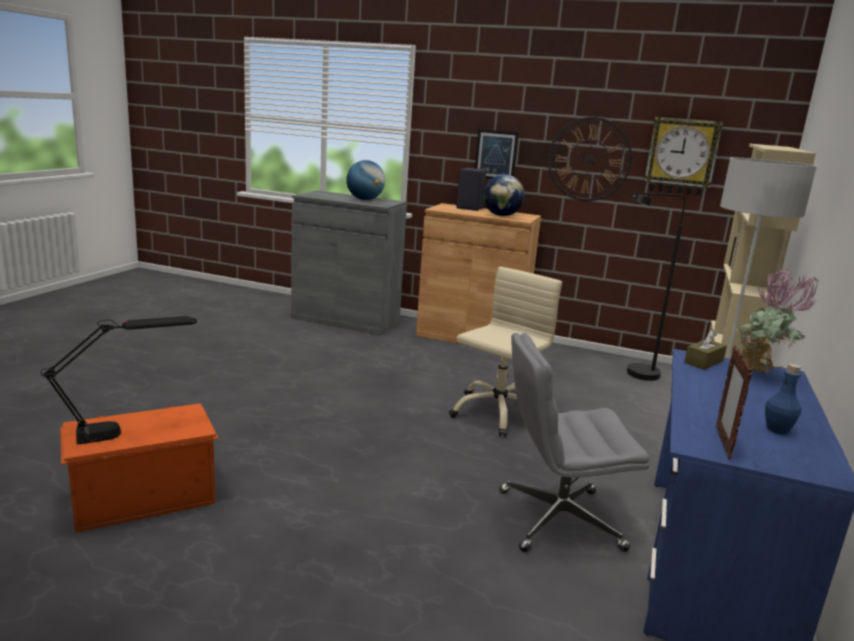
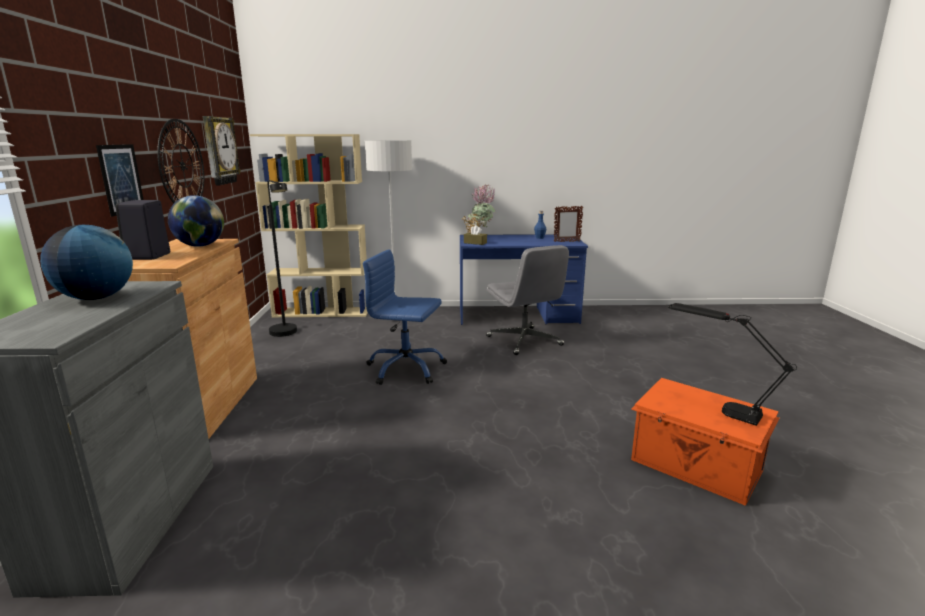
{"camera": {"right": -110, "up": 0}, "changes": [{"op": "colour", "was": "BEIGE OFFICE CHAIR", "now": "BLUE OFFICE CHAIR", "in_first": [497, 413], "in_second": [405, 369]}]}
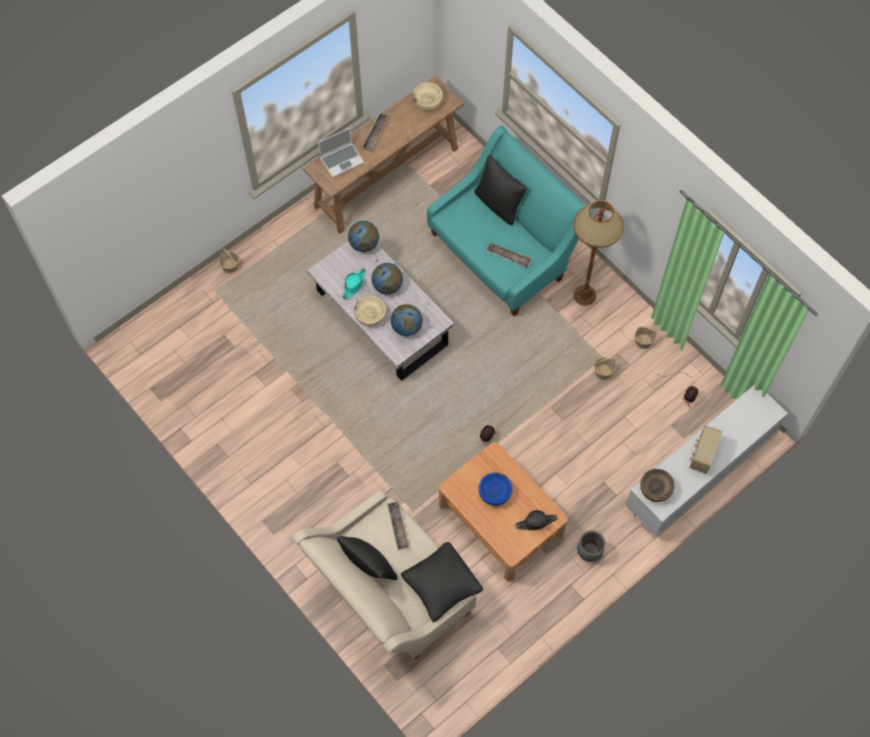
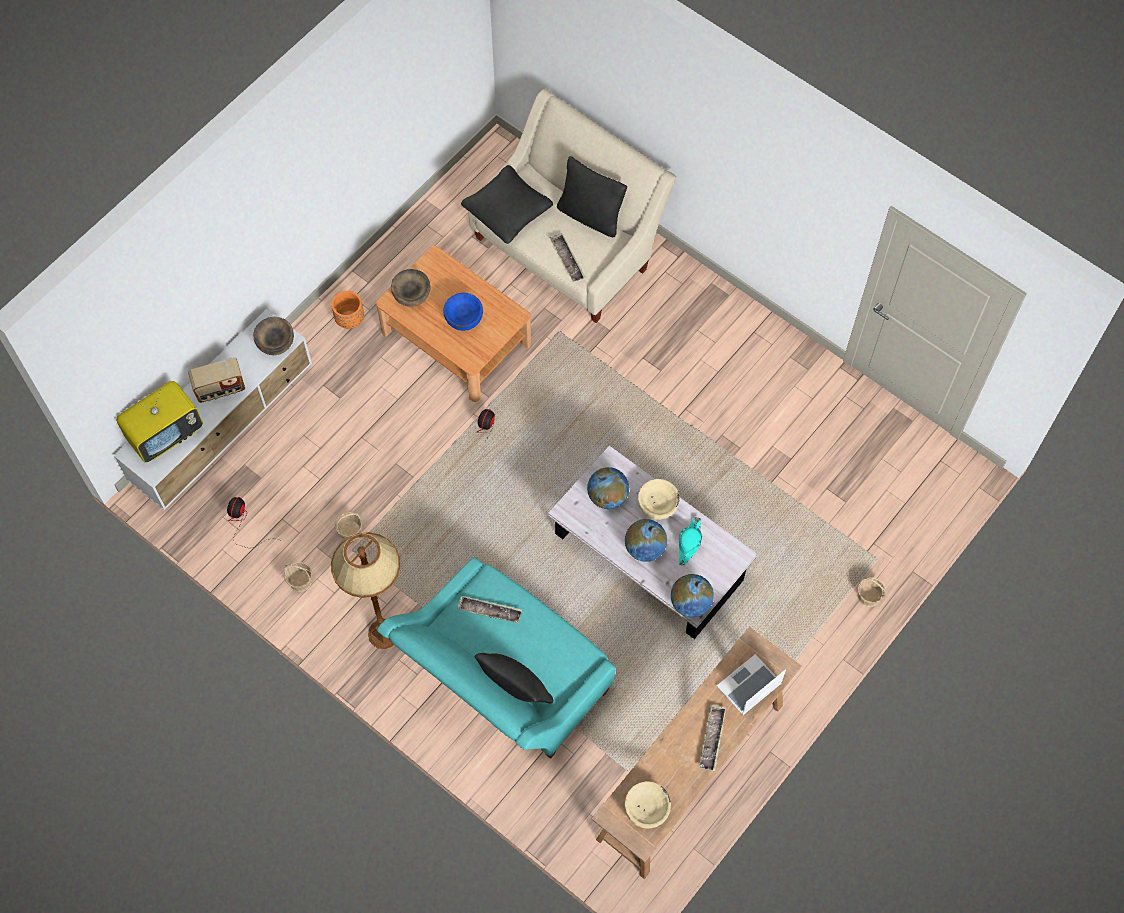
{"camera": {"right": 170, "up": 0}, "changes": [{"op": "appeared", "now": "TELEVISION", "in_second": [166, 434]}, {"op": "exchanged", "was": "BLACK HAT", "now": "BROWN BOWL", "in_first": [536, 522], "in_second": [411, 294]}, {"op": "colour", "was": "GREY PLANTER", "now": "ORANGE PLANTER", "in_first": [589, 551], "in_second": [350, 319]}, {"op": "spun", "was": "RADIO", "in_first": [702, 455], "in_second": [220, 389], "clockwise": 60}]}
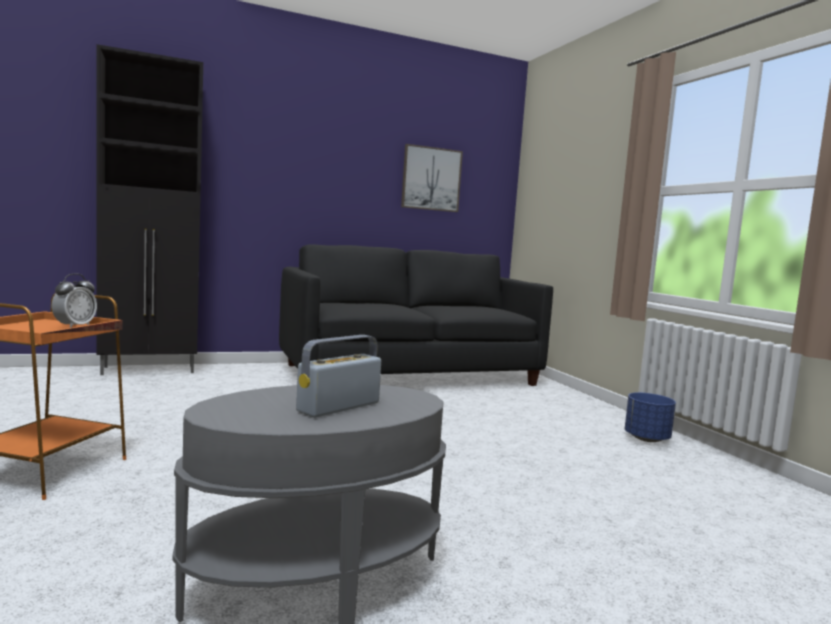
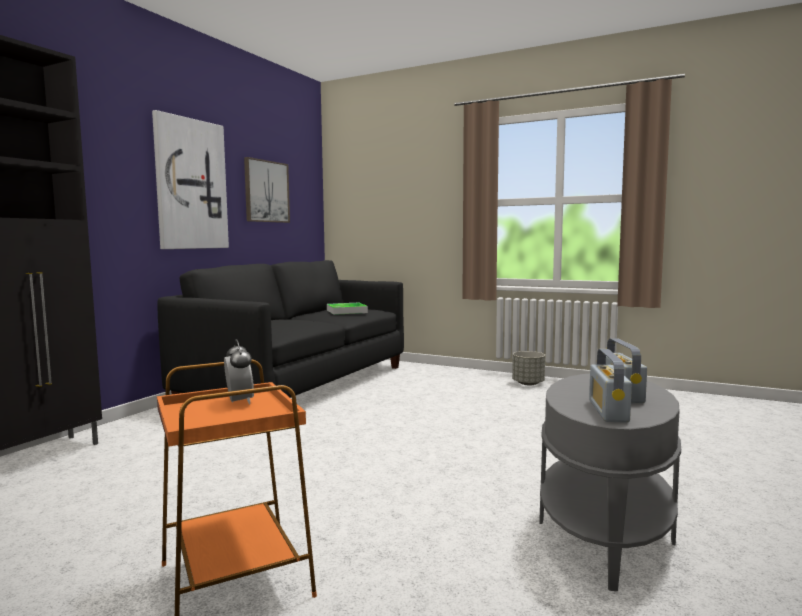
{"camera": {"right": -40, "up": 0}, "changes": [{"op": "appeared", "now": "PICTURE", "in_second": [190, 184]}, {"op": "appeared", "now": "TRAY", "in_second": [346, 311]}, {"op": "appeared", "now": "RADIO", "in_second": [608, 411]}, {"op": "colour", "was": "BLUE PLANTER", "now": "GREY PLANTER", "in_first": [646, 438], "in_second": [528, 383]}]}
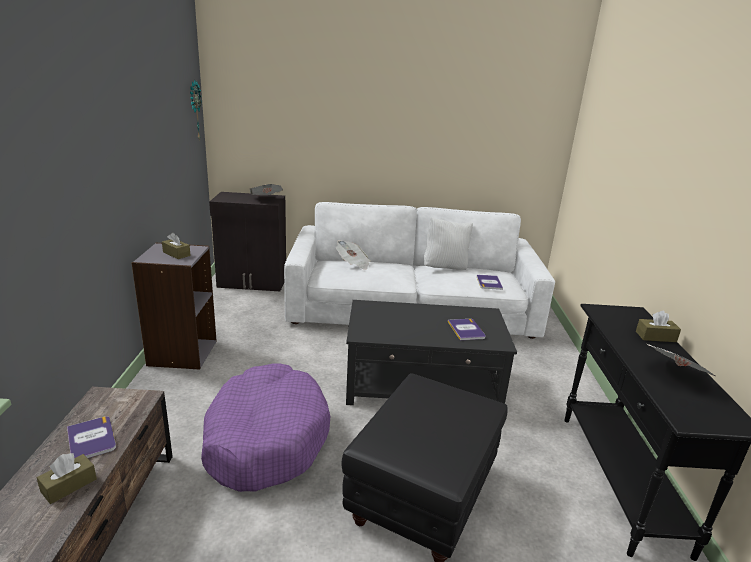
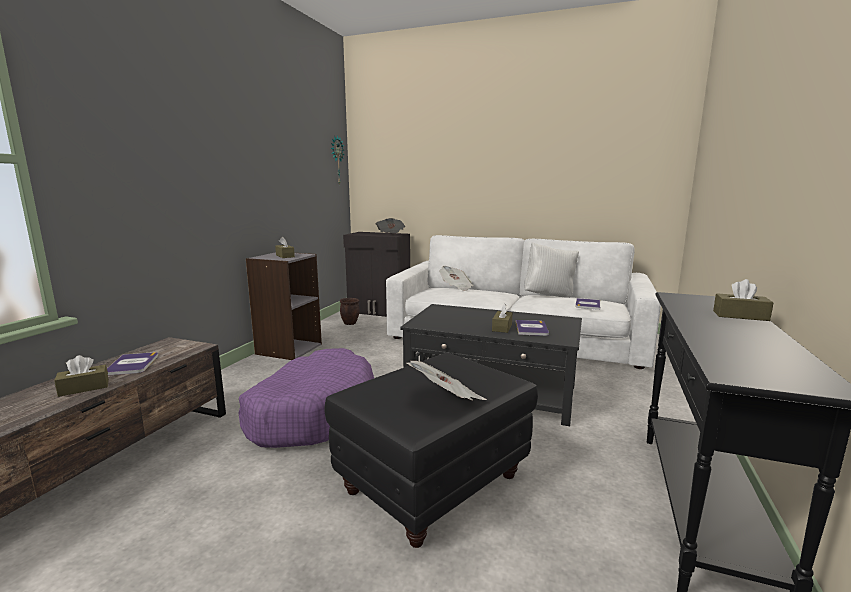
{"camera": {"right": 20, "up": -10}, "changes": [{"op": "appeared", "now": "BROWN PLANTER", "in_second": [350, 323]}, {"op": "appeared", "now": "BROWN TISSUE BOX", "in_second": [502, 327]}, {"op": "relocated", "was": "NEWSPAPER", "in_first": [677, 375], "in_second": [446, 400]}]}
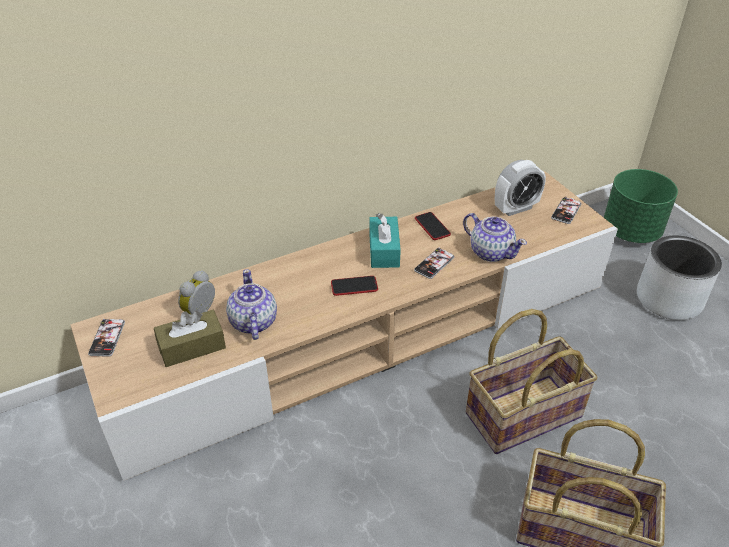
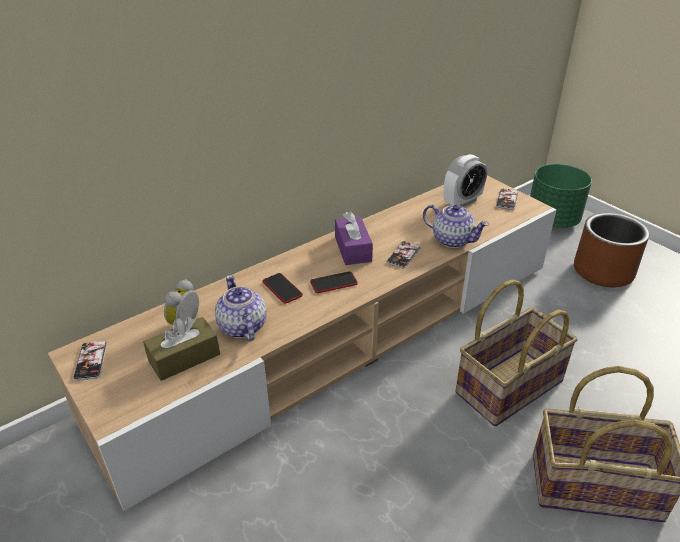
{"camera": {"right": -10, "up": -5}, "changes": [{"op": "relocated", "was": "PHONE", "in_first": [432, 226], "in_second": [282, 289]}, {"op": "colour", "was": "TURQUOISE TISSUE BOX", "now": "PURPLE TISSUE BOX", "in_first": [384, 250], "in_second": [353, 249]}, {"op": "colour", "was": "GREY PLANTER", "now": "BROWN PLANTER", "in_first": [669, 299], "in_second": [603, 271]}]}
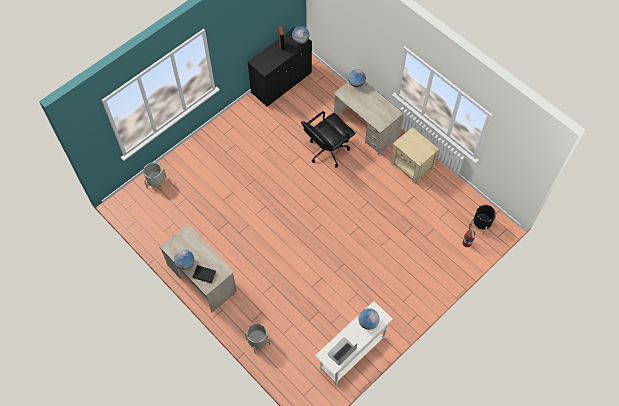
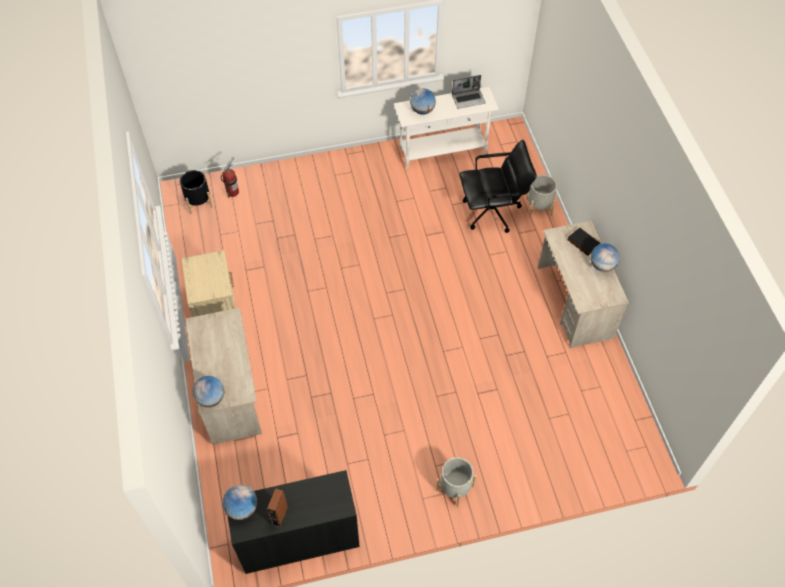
{"camera": {"right": -150, "up": -5}, "changes": [{"op": "relocated", "was": "GREY PLANTER", "in_first": [156, 182], "in_second": [455, 488]}, {"op": "relocated", "was": "BLACK OFFICE CHAIR", "in_first": [327, 150], "in_second": [492, 212]}]}
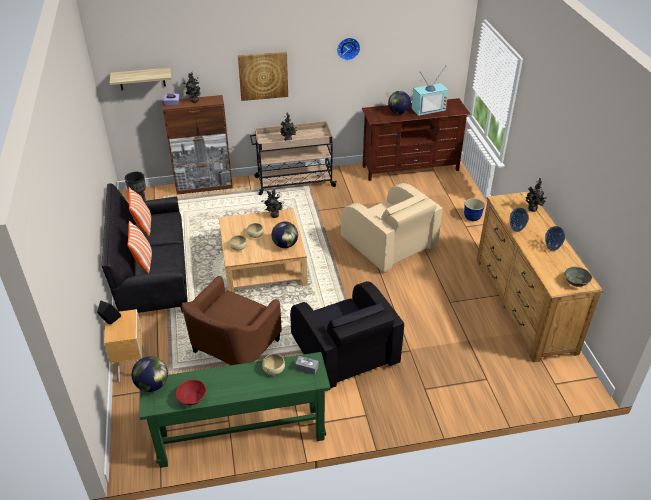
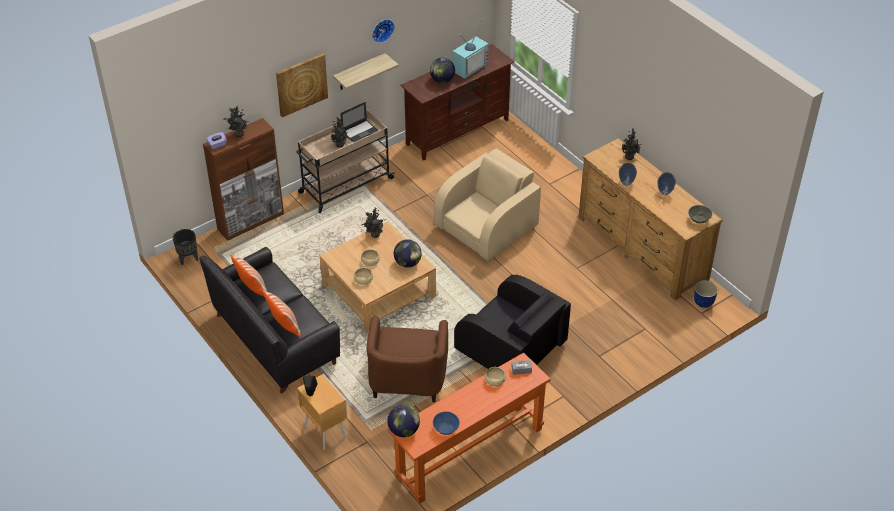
{"camera": {"right": -25, "up": 5}, "changes": [{"op": "appeared", "now": "LAPTOP", "in_second": [360, 132]}, {"op": "relocated", "was": "SHELF", "in_first": [142, 79], "in_second": [359, 72]}, {"op": "relocated", "was": "PLANTER", "in_first": [472, 217], "in_second": [703, 302]}, {"op": "colour", "was": "GREEN CONSOLE TABLE", "now": "ORANGE CONSOLE TABLE", "in_first": [241, 436], "in_second": [469, 452]}, {"op": "colour", "was": "RED BOWL", "now": "BLUE BOWL", "in_first": [192, 398], "in_second": [445, 429]}, {"op": "spun", "was": "BEIGE ARMCHAIR", "in_first": [388, 244], "in_second": [487, 227], "clockwise": -75}]}
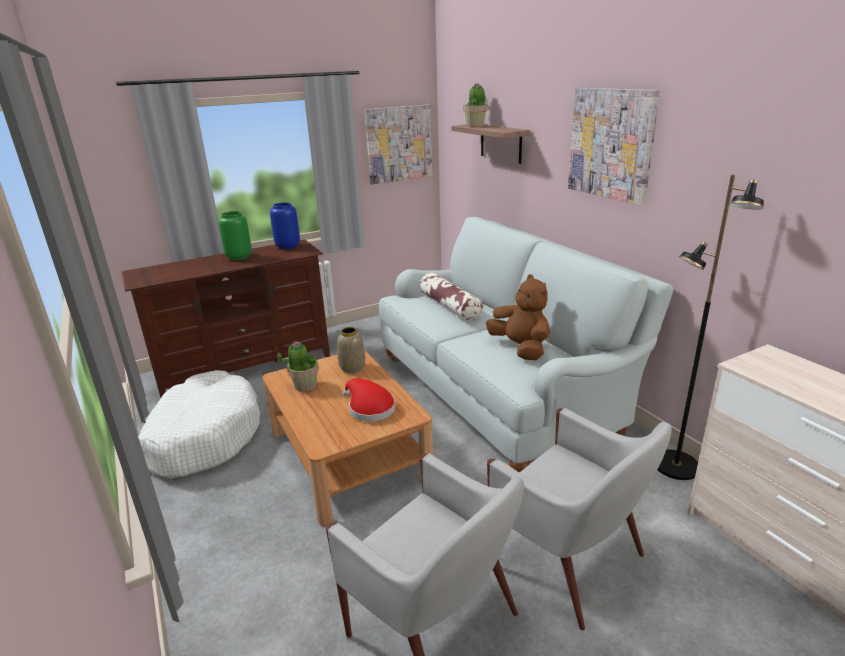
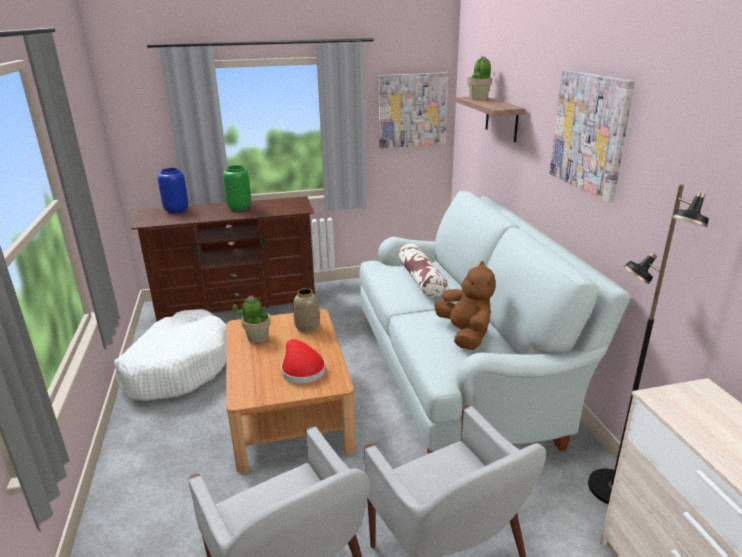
{"camera": {"right": 15, "up": 0}, "changes": [{"op": "relocated", "was": "BLUE VASE", "in_first": [287, 246], "in_second": [176, 210]}]}
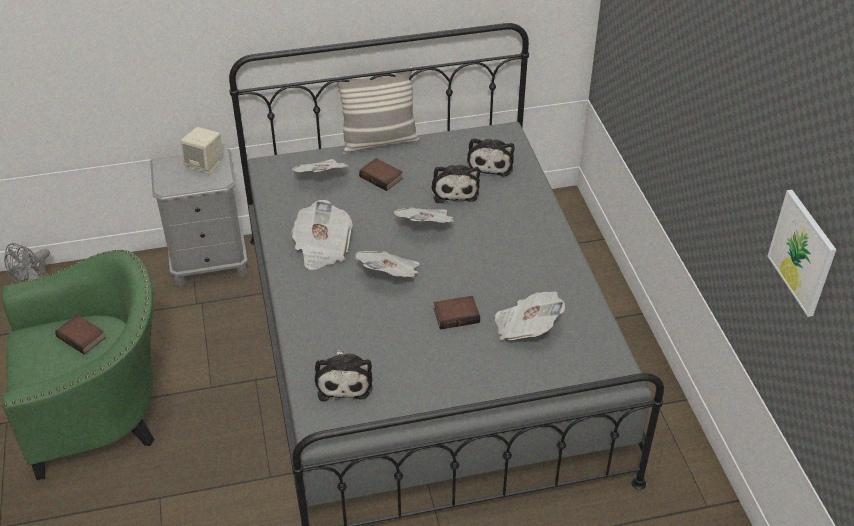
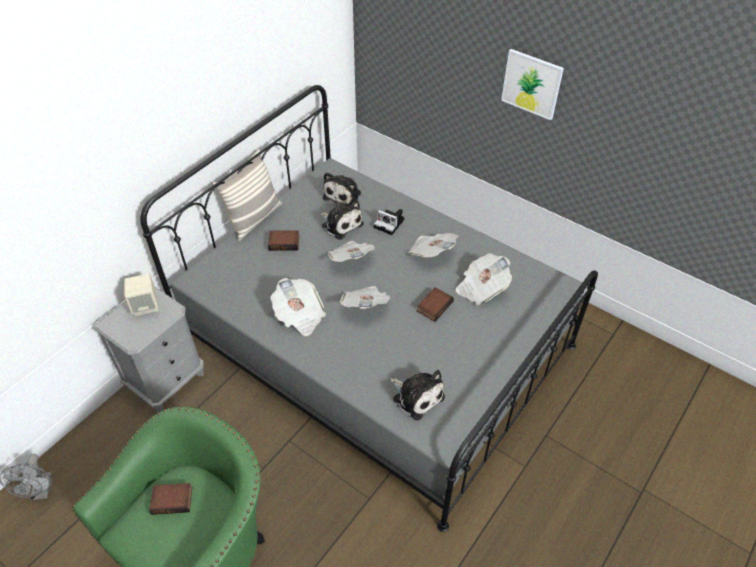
{"camera": {"right": -40, "up": 5}, "changes": [{"op": "appeared", "now": "PHOTO CAMERA", "in_second": [390, 224]}, {"op": "relocated", "was": "NEWSPAPER", "in_first": [322, 178], "in_second": [431, 253]}, {"op": "relocated", "was": "PICTURE", "in_first": [802, 252], "in_second": [531, 84]}, {"op": "spun", "was": "PLUSH TOY", "in_first": [490, 163], "in_second": [344, 194], "clockwise": 60}]}
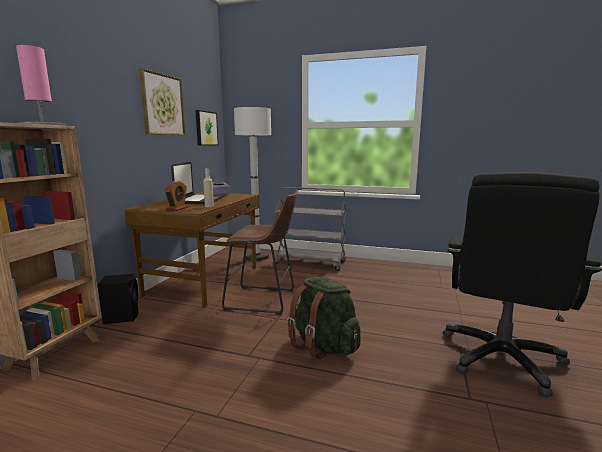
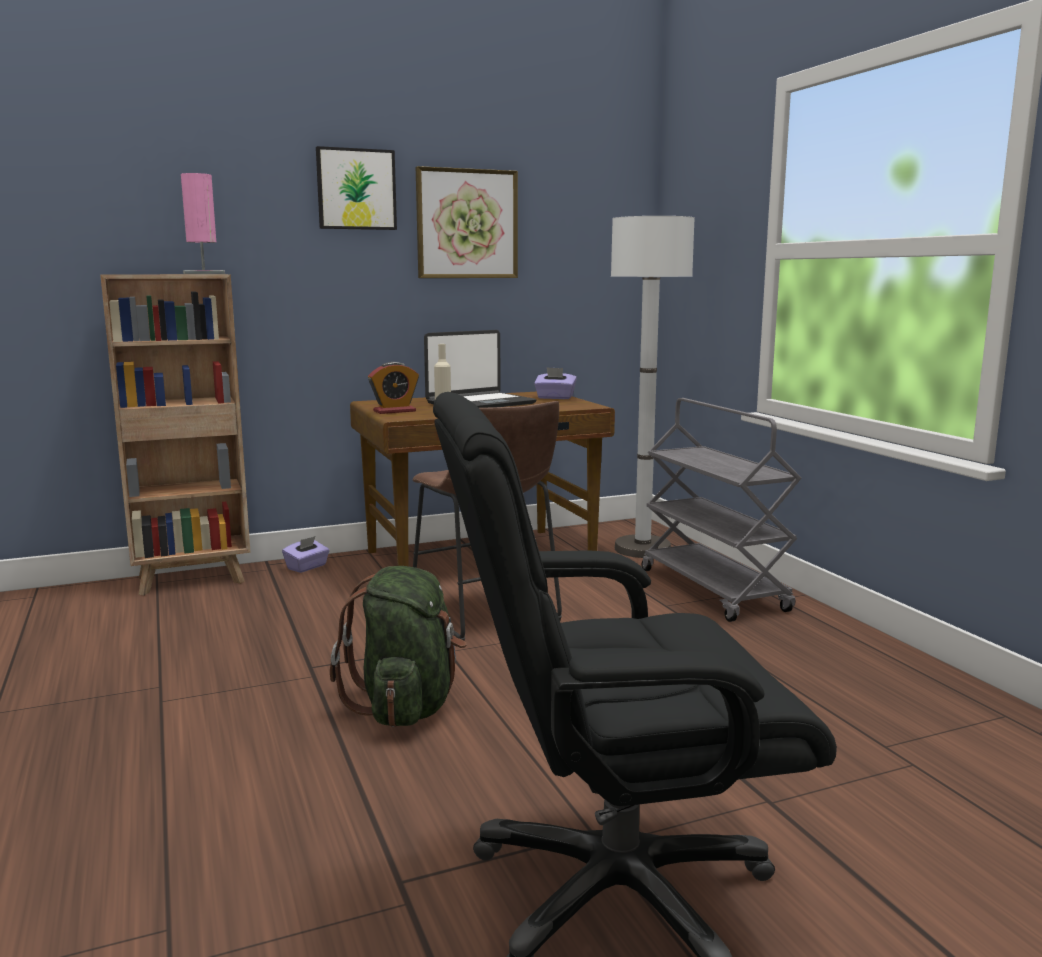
{"camera": {"right": 50, "up": 0}, "changes": [{"op": "relocated", "was": "PICTURE", "in_first": [206, 128], "in_second": [356, 189]}, {"op": "exchanged", "was": "BLACK SPEAKER", "now": "PURPLE TISSUE BOX", "in_first": [122, 316], "in_second": [307, 567]}]}
